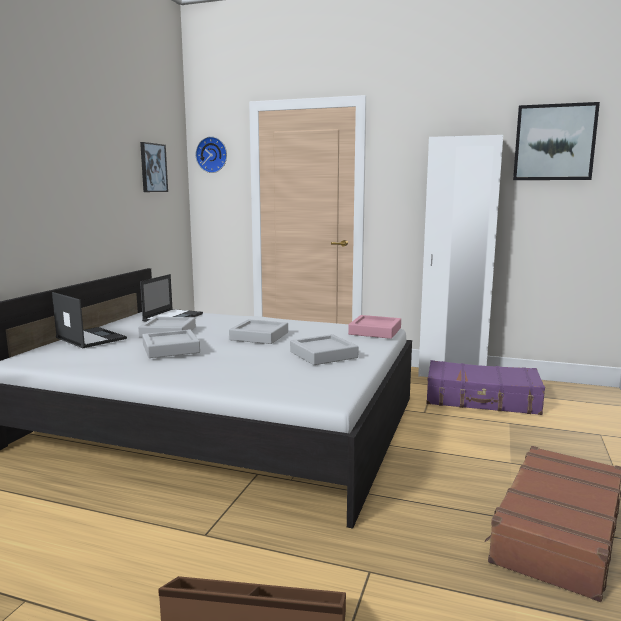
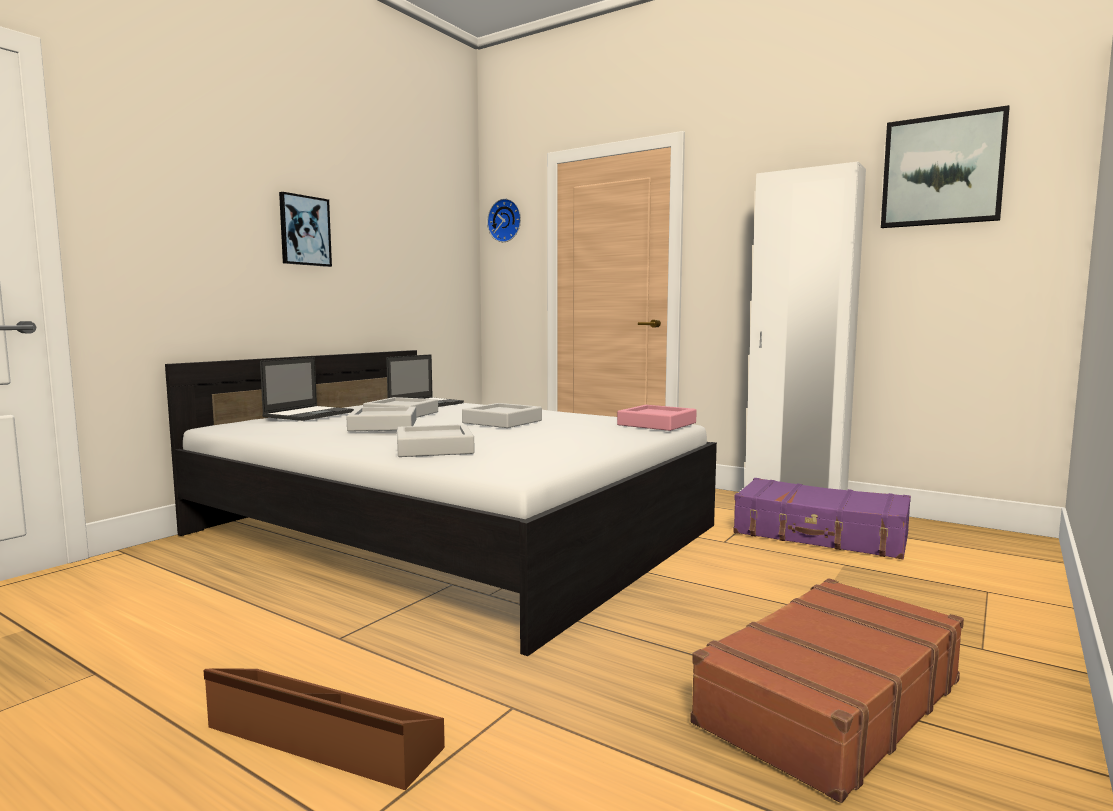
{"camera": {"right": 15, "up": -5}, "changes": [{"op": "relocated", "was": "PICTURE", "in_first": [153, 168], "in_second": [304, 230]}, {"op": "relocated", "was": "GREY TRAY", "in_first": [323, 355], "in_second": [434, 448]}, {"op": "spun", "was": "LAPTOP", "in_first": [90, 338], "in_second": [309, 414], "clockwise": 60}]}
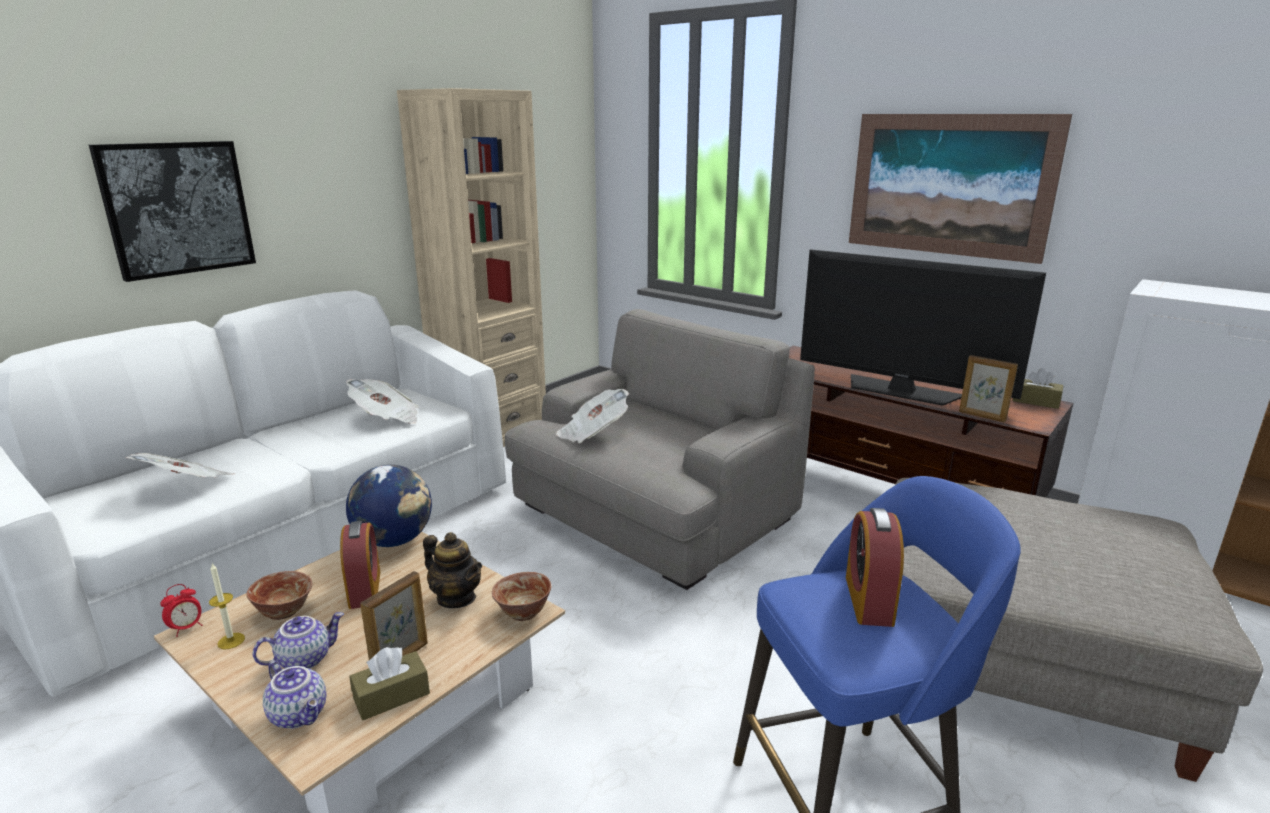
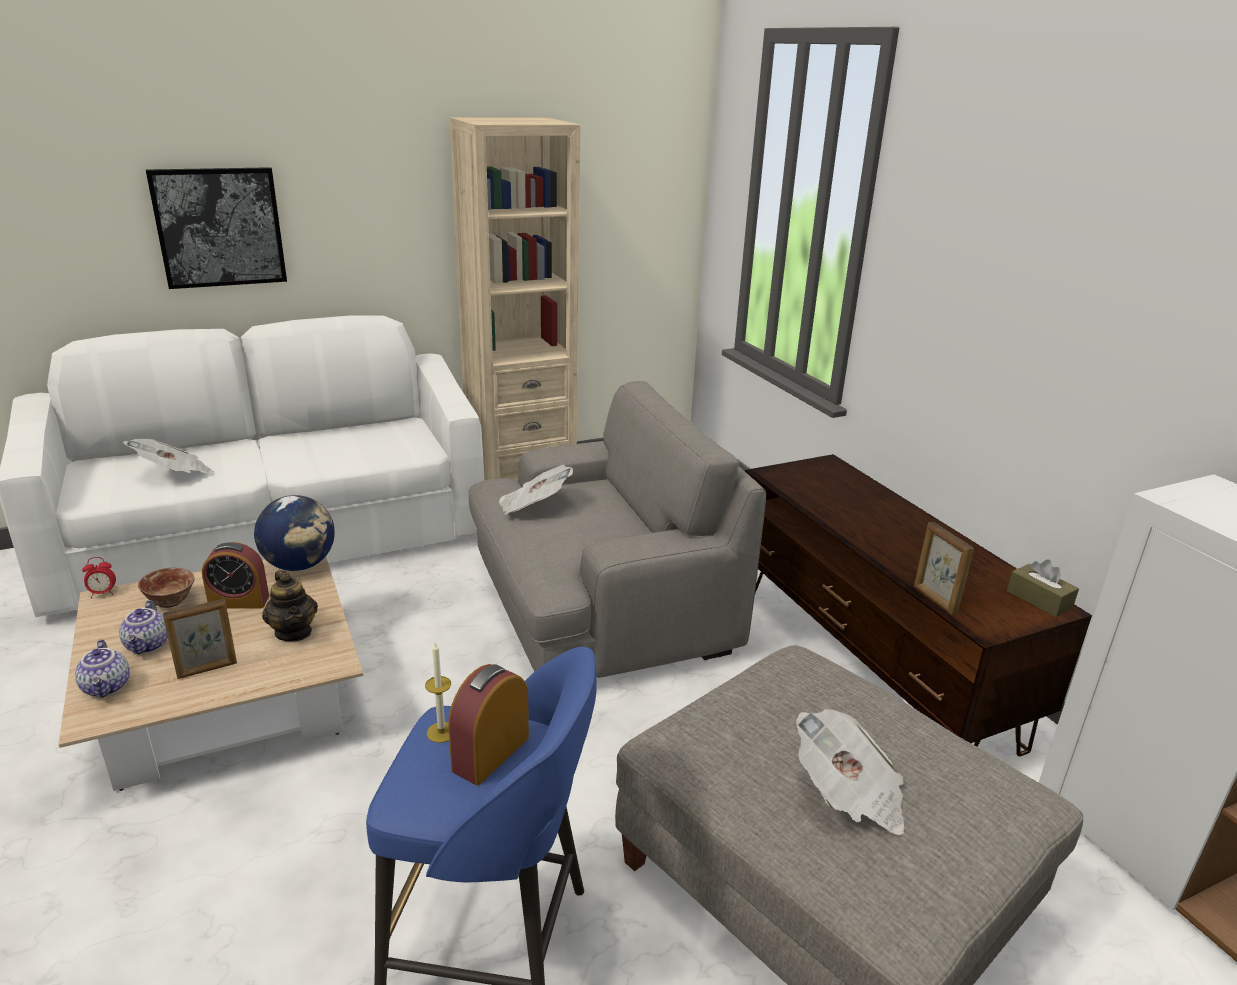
{"camera": {"right": 25, "up": 5}, "changes": [{"op": "missing", "was": "BROWN TISSUE BOX", "in_first": [391, 696]}, {"op": "missing", "was": "BOWL", "in_first": [523, 613]}, {"op": "missing", "was": "TELEVISION", "in_first": [901, 391]}, {"op": "missing", "was": "PICTURE", "in_first": [949, 185]}, {"op": "relocated", "was": "CANDLE", "in_first": [231, 641], "in_second": [441, 732]}, {"op": "relocated", "was": "NEWSPAPER", "in_first": [387, 418], "in_second": [848, 795]}, {"op": "spun", "was": "TEAPOT", "in_first": [305, 659], "in_second": [149, 645], "clockwise": 90}, {"op": "spun", "was": "ALARM CLOCK", "in_first": [365, 589], "in_second": [239, 601], "clockwise": 75}]}
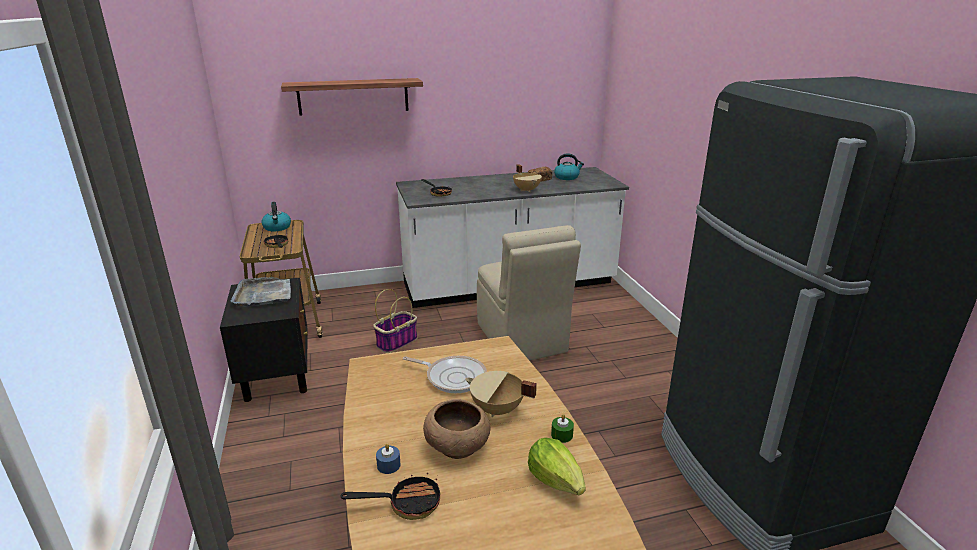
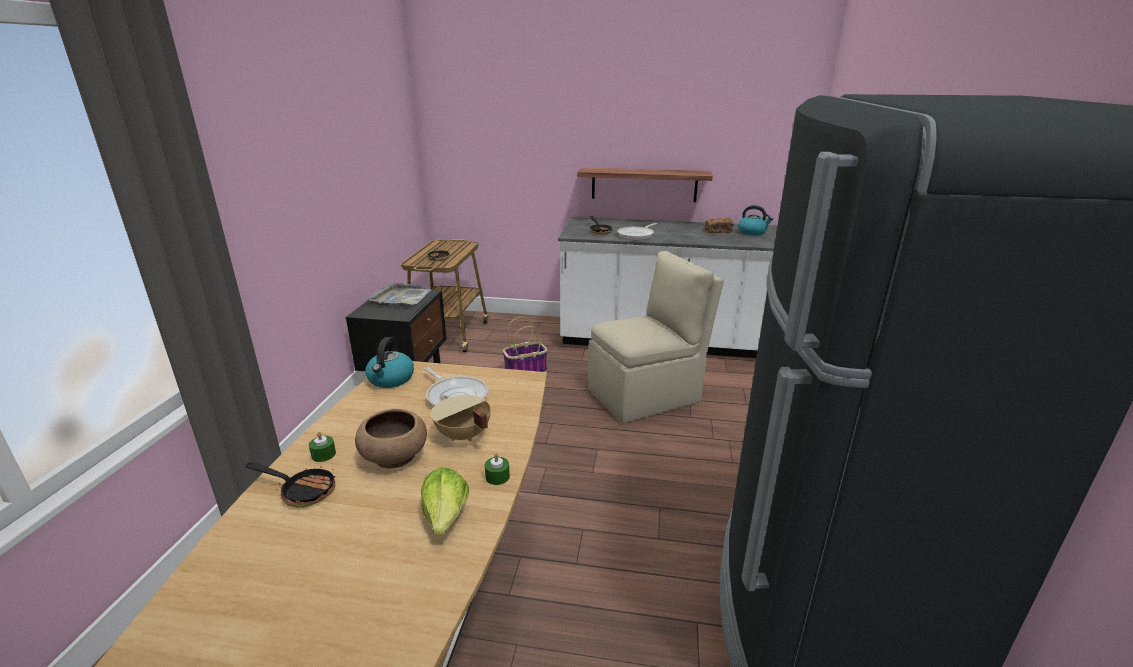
{"camera": {"right": 25, "up": 0}, "changes": [{"op": "missing", "was": "BEIGE COOKING POT", "in_first": [527, 190]}, {"op": "appeared", "now": "FRYING PAN", "in_second": [637, 235]}, {"op": "relocated", "was": "KETTLE", "in_first": [277, 227], "in_second": [391, 379]}, {"op": "relocated", "was": "SHELF", "in_first": [353, 96], "in_second": [644, 184]}, {"op": "colour", "was": "BLUE CANDLE", "now": "GREEN CANDLE", "in_first": [388, 465], "in_second": [323, 454]}, {"op": "spun", "was": "BEIGE CHAIR", "in_first": [522, 339], "in_second": [646, 395], "clockwise": -120}]}
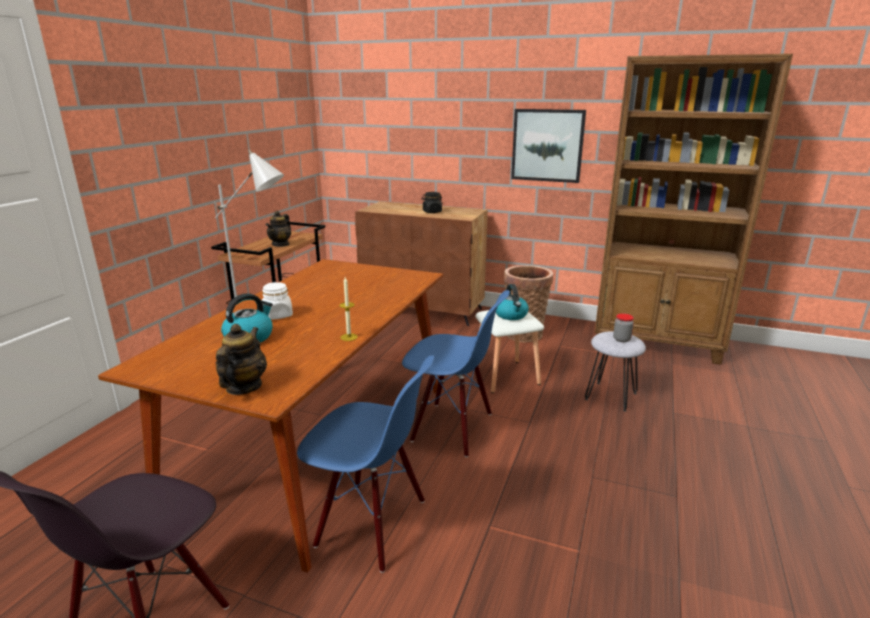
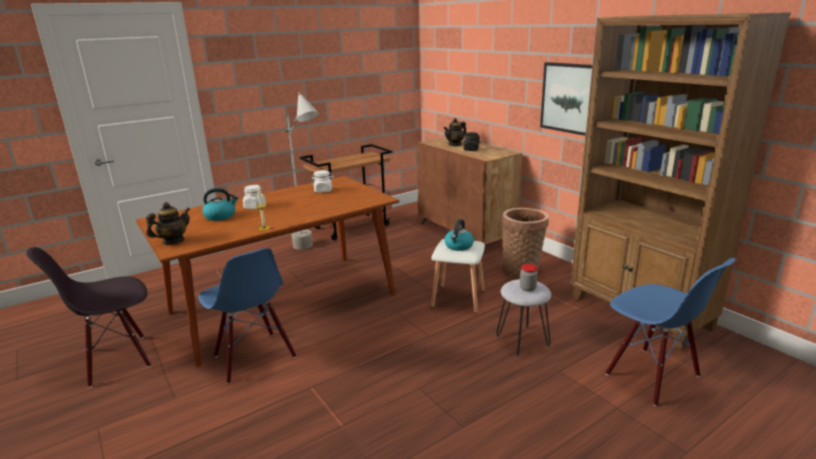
{"camera": {"right": 35, "up": 0}, "changes": [{"op": "appeared", "now": "WHITE JAR", "in_second": [323, 191]}, {"op": "relocated", "was": "TEAPOT", "in_first": [280, 244], "in_second": [455, 144]}, {"op": "relocated", "was": "BLUE CHAIR", "in_first": [452, 428], "in_second": [651, 375]}]}
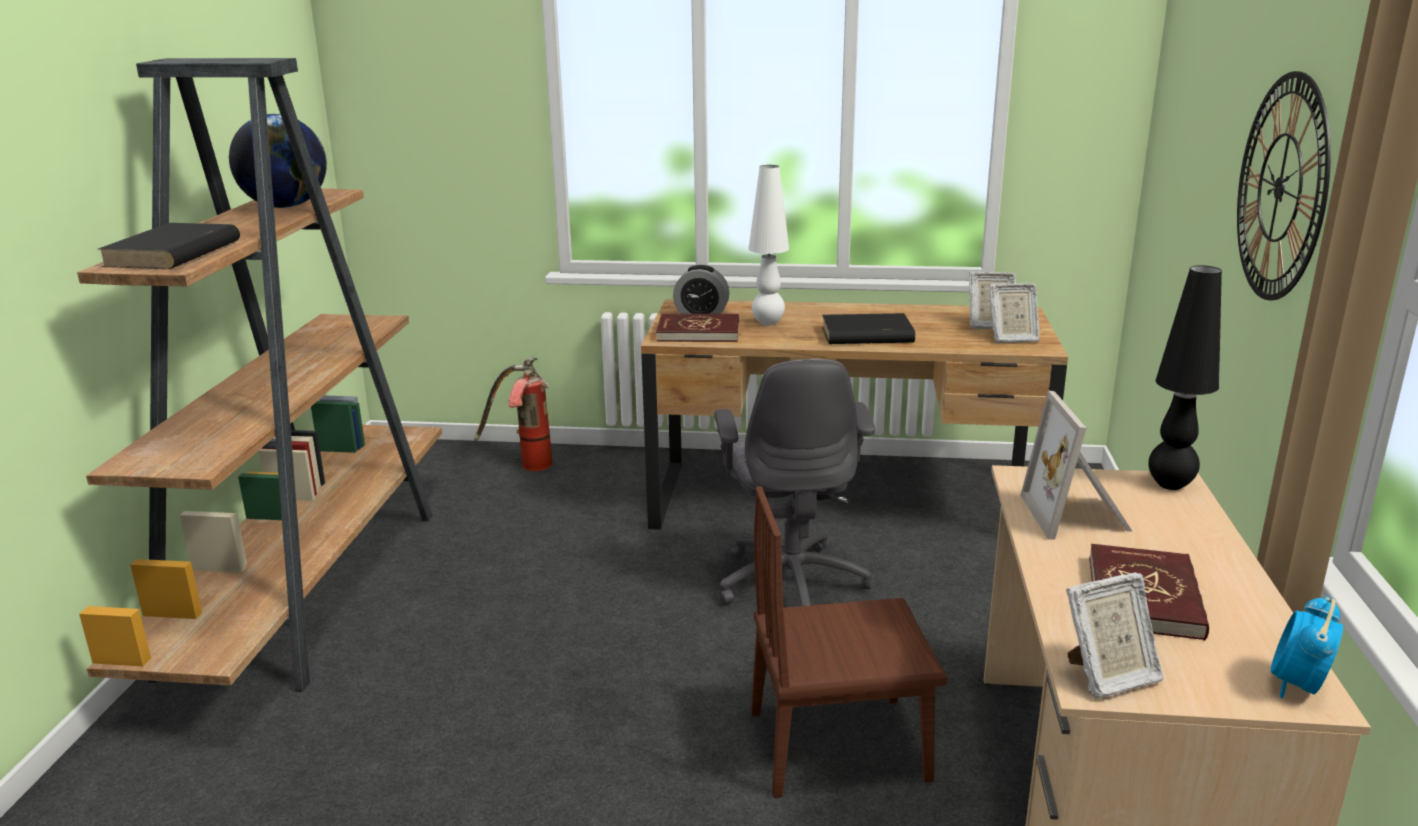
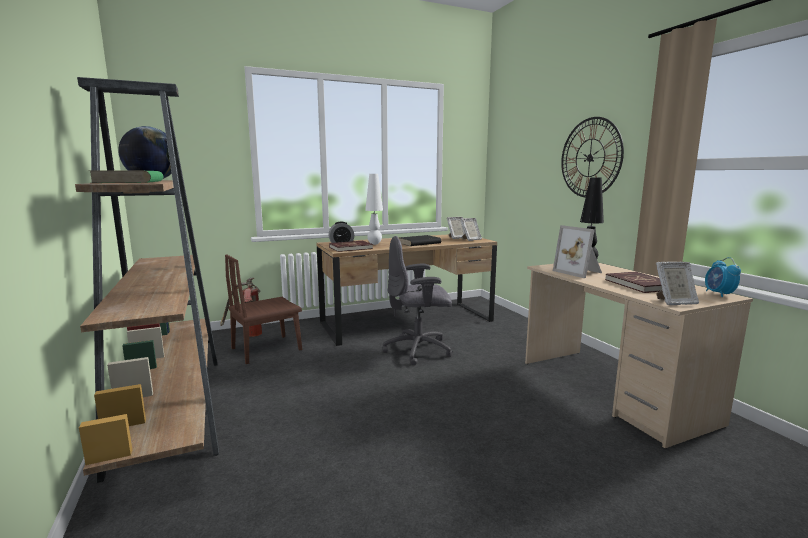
{"camera": {"right": -30, "up": -10}, "changes": [{"op": "relocated", "was": "BROWN CHAIR", "in_first": [838, 745], "in_second": [267, 349]}, {"op": "colour", "was": "BLACK BOOK", "now": "GREEN BOOK", "in_first": [173, 254], "in_second": [130, 182]}, {"op": "spun", "was": "GREY OFFICE CHAIR", "in_first": [792, 582], "in_second": [419, 350], "clockwise": 120}, {"op": "spun", "was": "PICTURE FRAME", "in_first": [1108, 677], "in_second": [674, 302], "clockwise": 45}]}
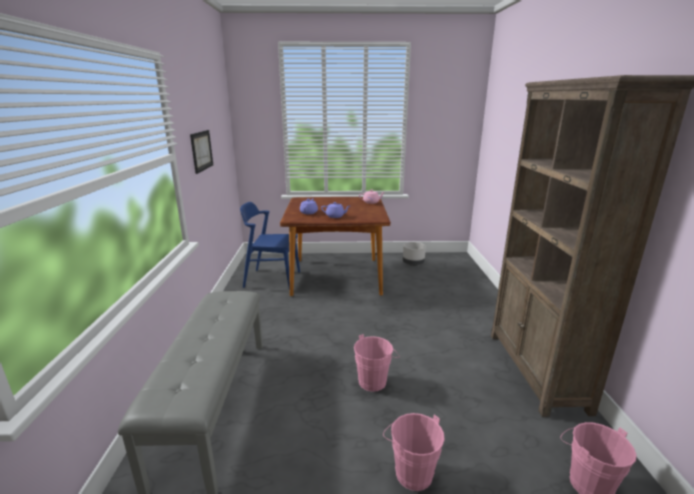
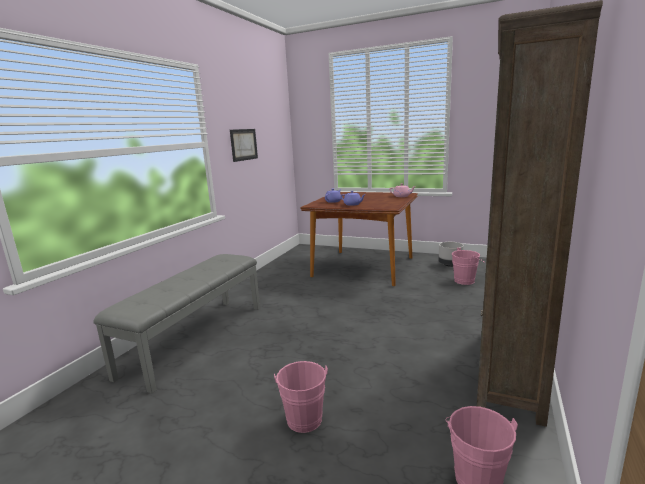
{"camera": {"right": 25, "up": -5}, "changes": [{"op": "missing", "was": "BLUE CHAIR", "in_first": [272, 279]}, {"op": "relocated", "was": "PINK BUCKET", "in_first": [375, 380], "in_second": [466, 280]}]}
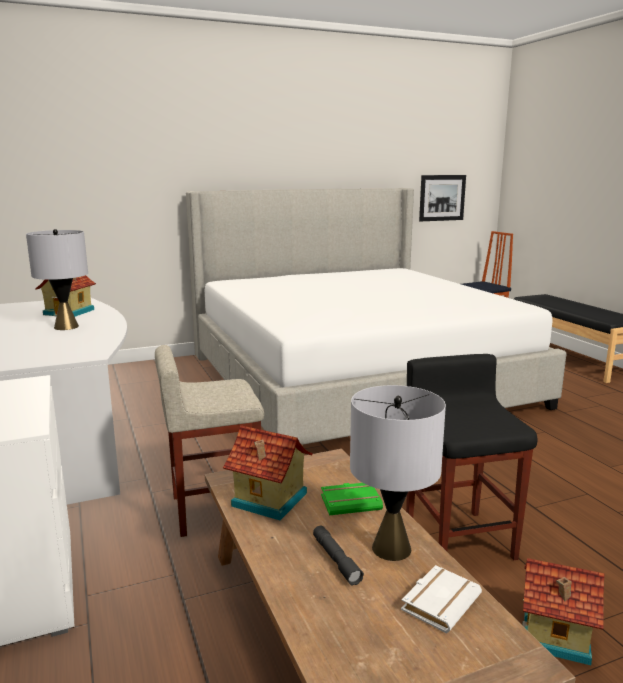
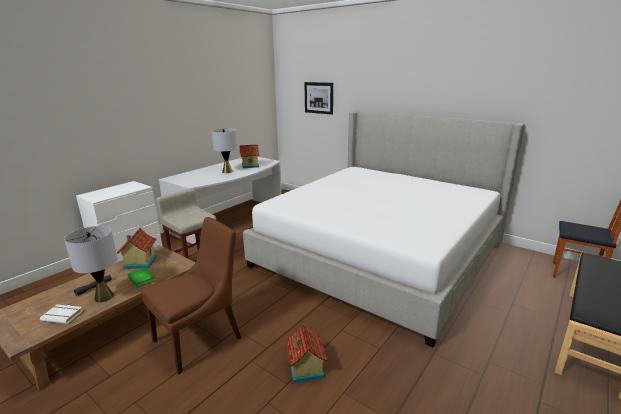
{"camera": {"right": 60, "up": 5}, "changes": [{"op": "relocated", "was": "PICTURE", "in_first": [442, 198], "in_second": [318, 98]}, {"op": "relocated", "was": "TOY HOUSE", "in_first": [556, 636], "in_second": [305, 369]}, {"op": "exchanged", "was": "BLACK STOOL", "now": "BROWN CHAIR", "in_first": [458, 538], "in_second": [200, 338]}]}
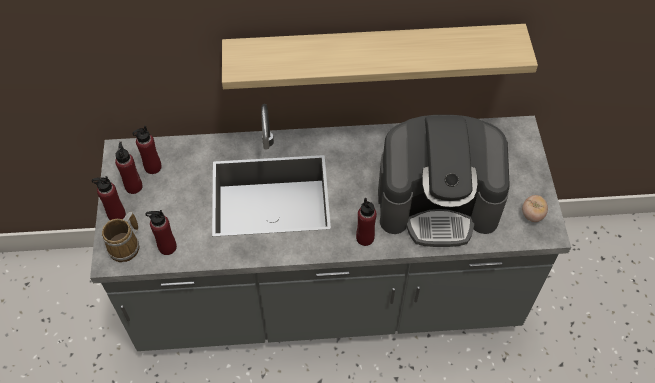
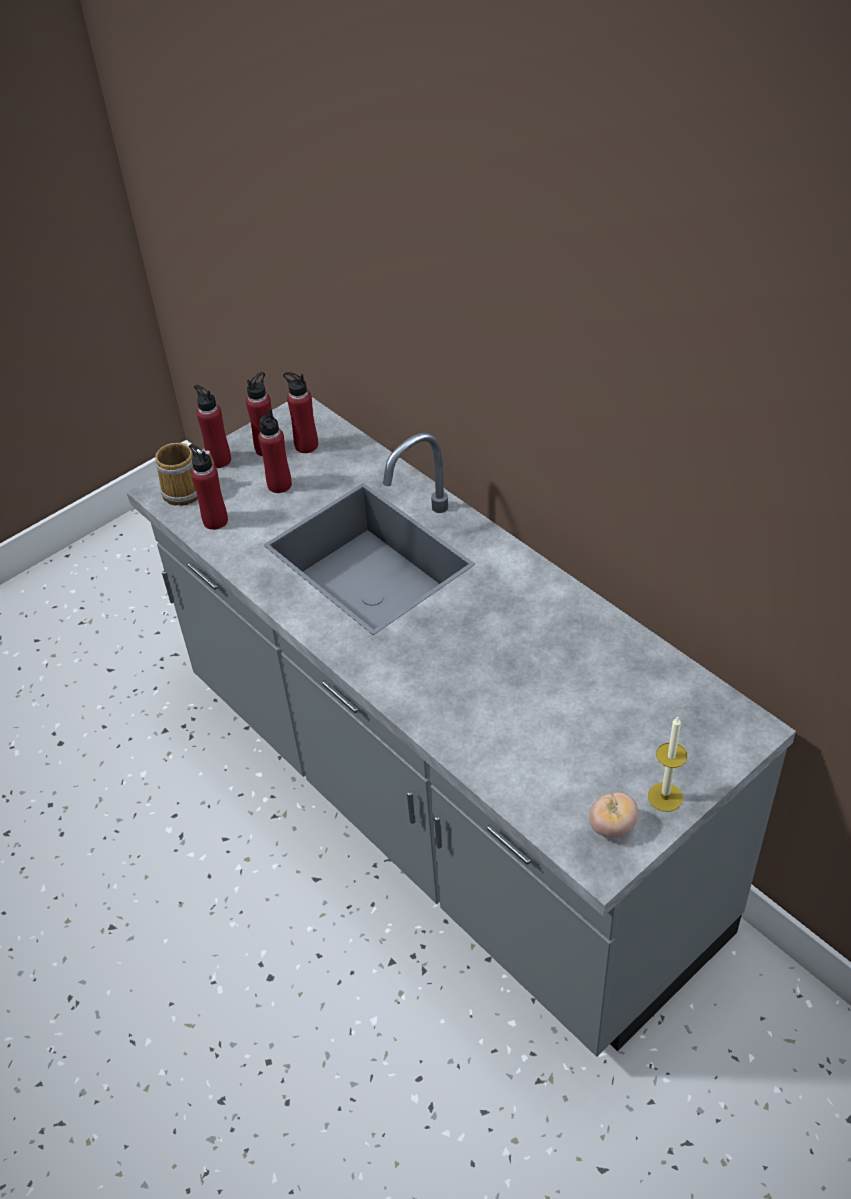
{"camera": {"right": 55, "up": -10}, "changes": [{"op": "missing", "was": "SHELF", "in_first": [373, 54]}, {"op": "missing", "was": "COFFEE MACHINE", "in_first": [437, 203]}, {"op": "appeared", "now": "CANDLE", "in_second": [665, 797]}, {"op": "relocated", "was": "RED BOTTLE", "in_first": [365, 238], "in_second": [279, 485]}]}
